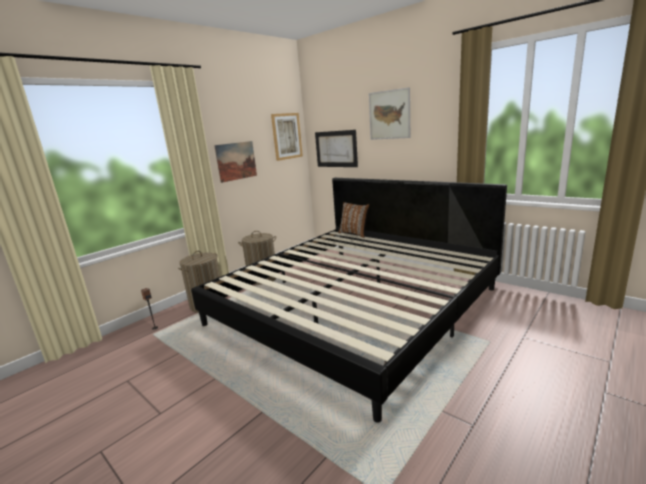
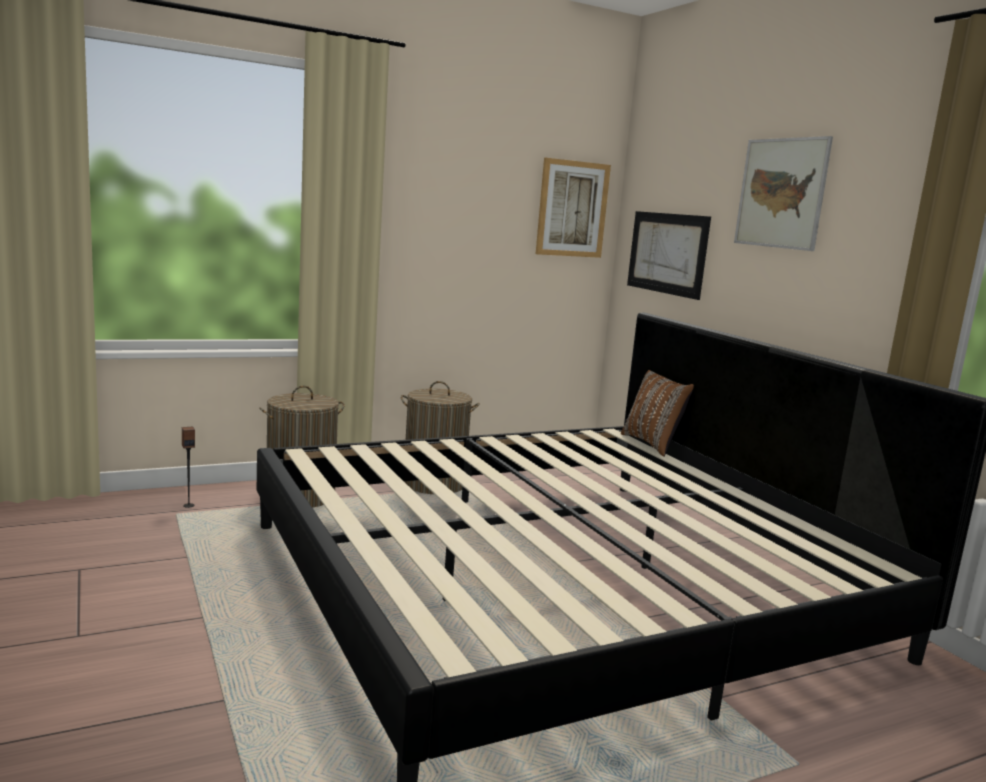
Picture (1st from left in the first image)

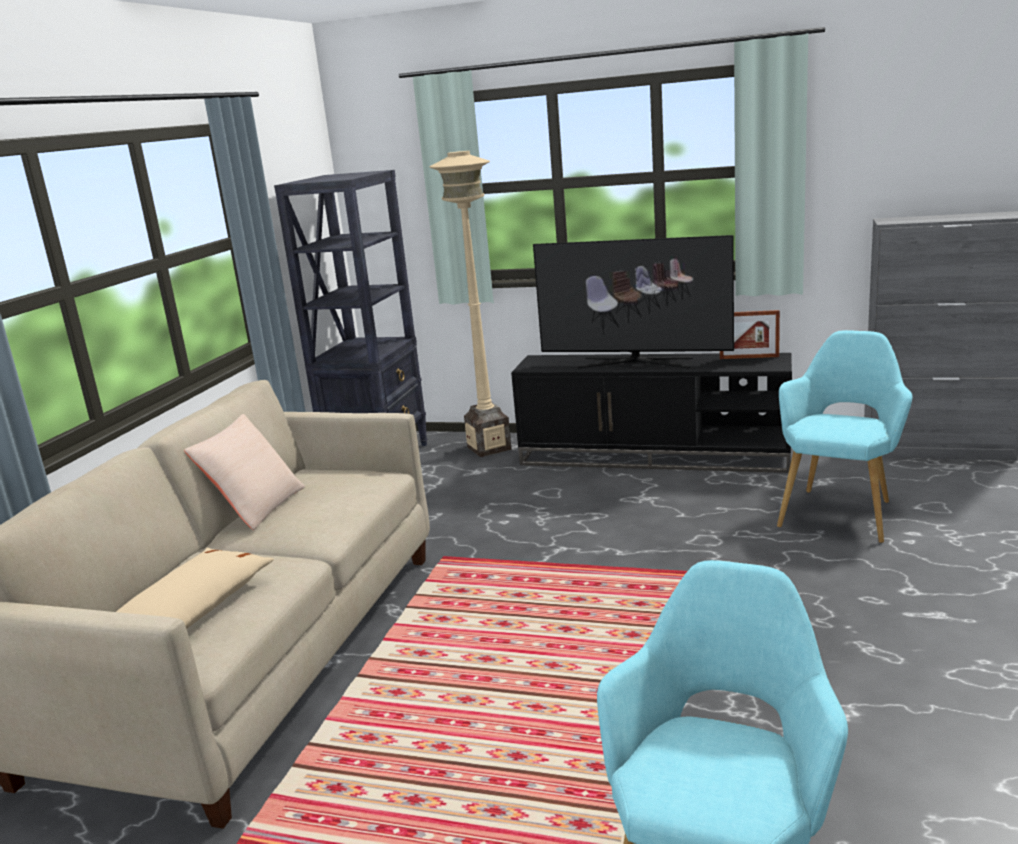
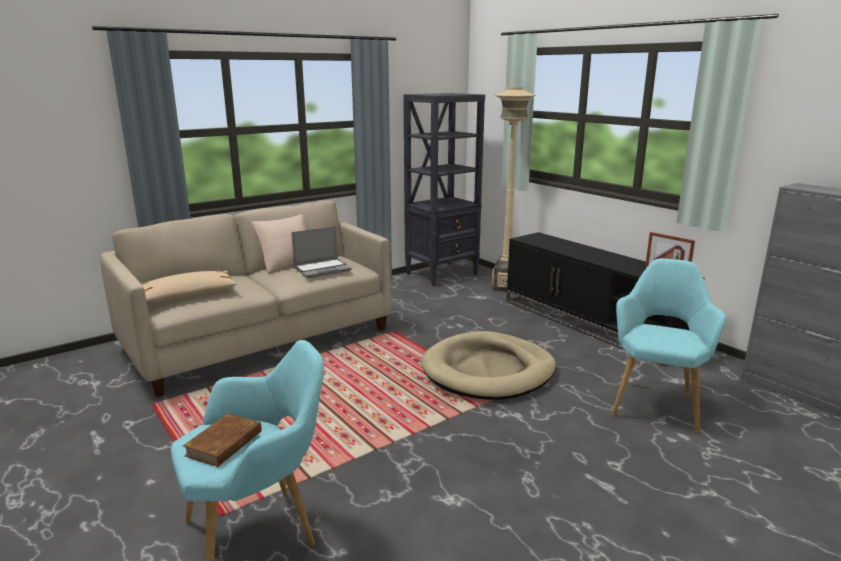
Television; TurquoiseArmchair (2nd from left); BrownBook; Laptop; BeigeDogBed

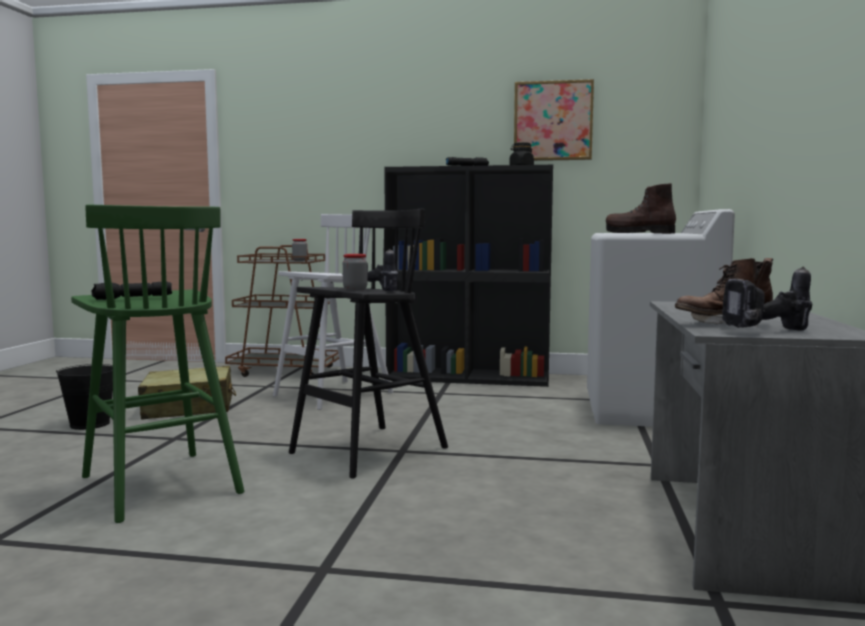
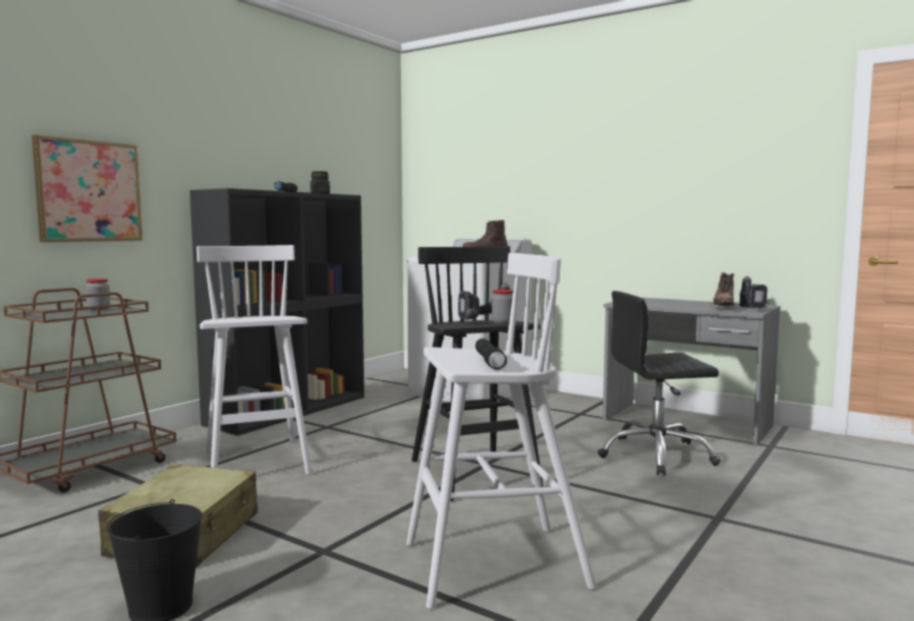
WhiteStool (2nd from left); Picture; BlackOfficeChair

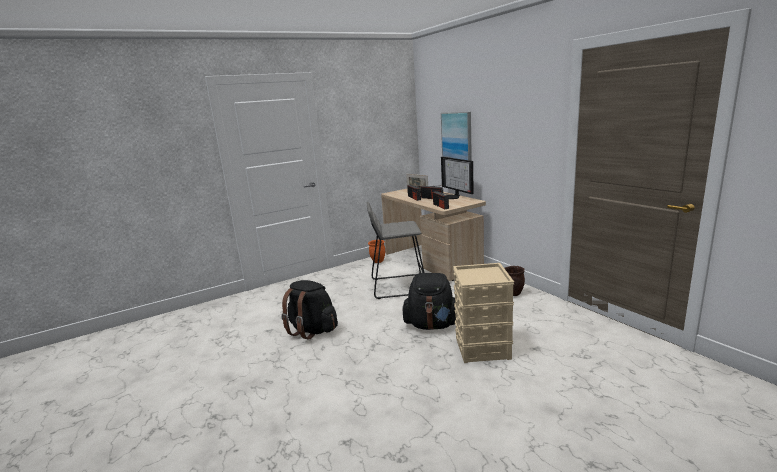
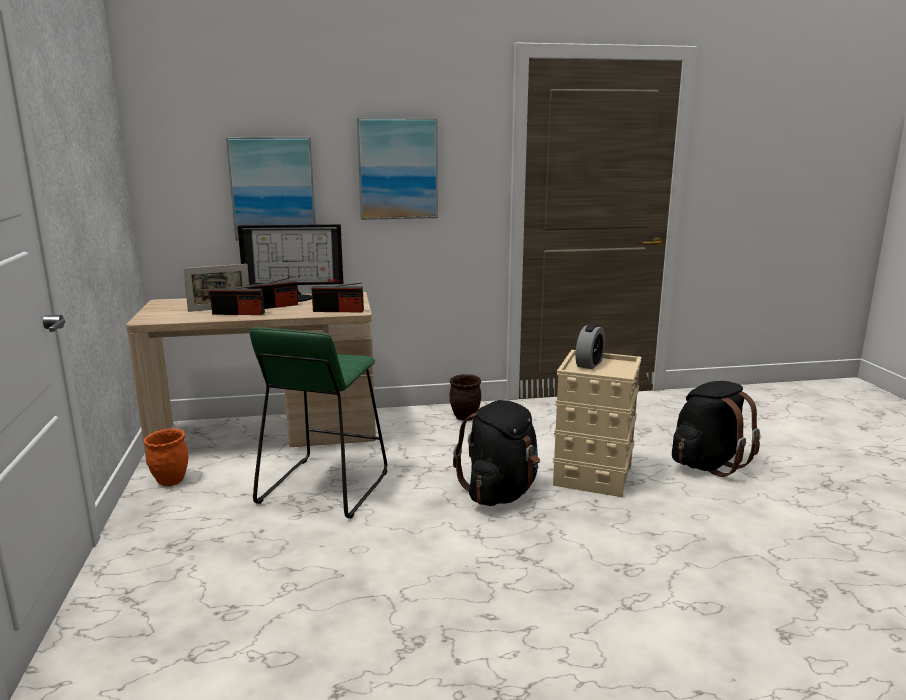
BlackBackpack (2nd from left); GreenStool; Picture (2nd from left); AlarmClock

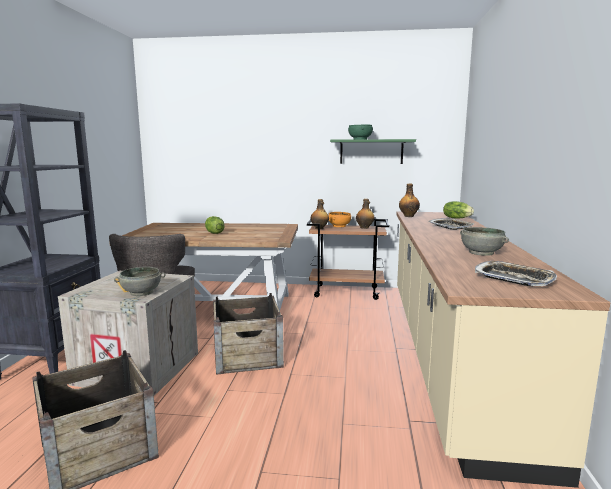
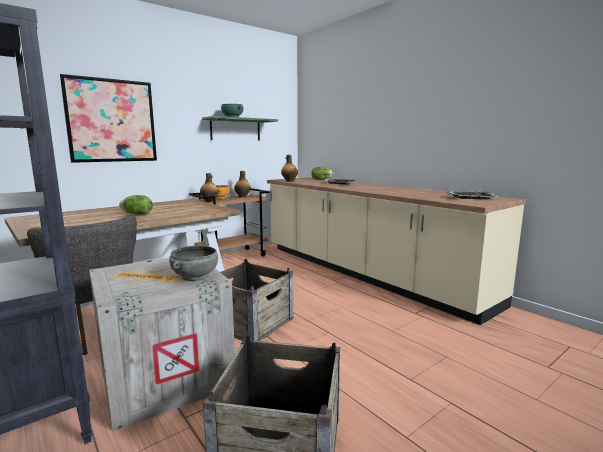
GreyBowl (2nd from left in the first image); Picture

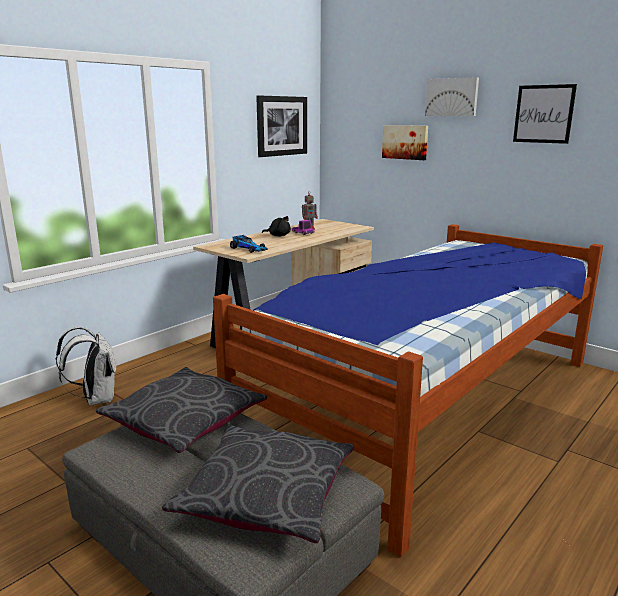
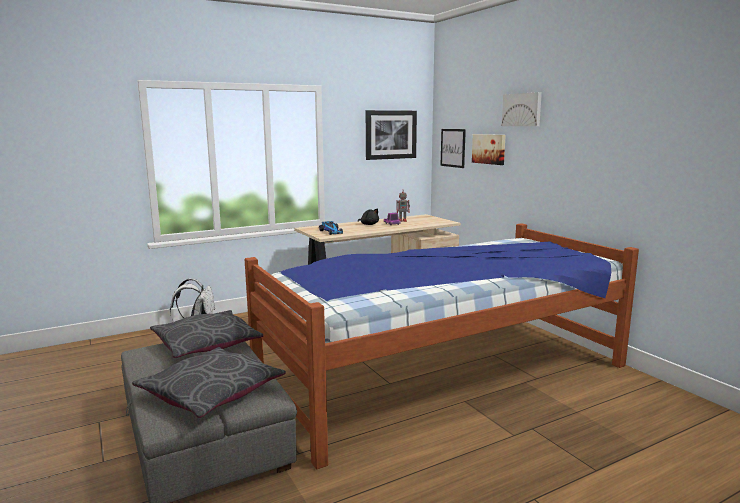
Picture (2nd from left)

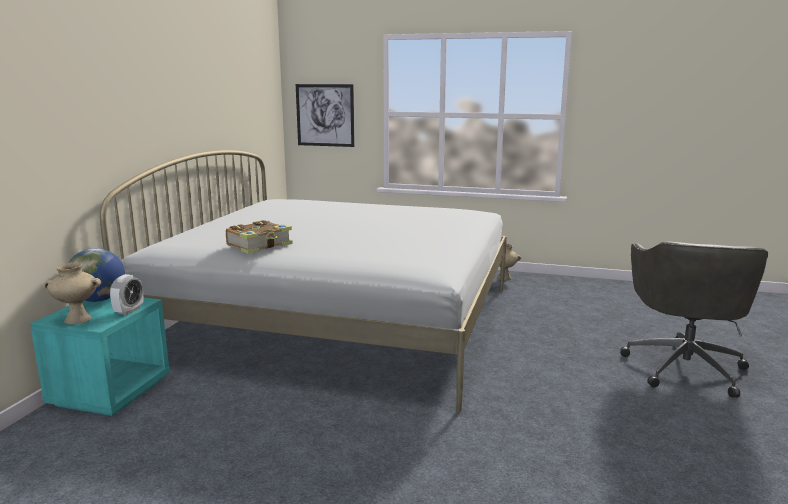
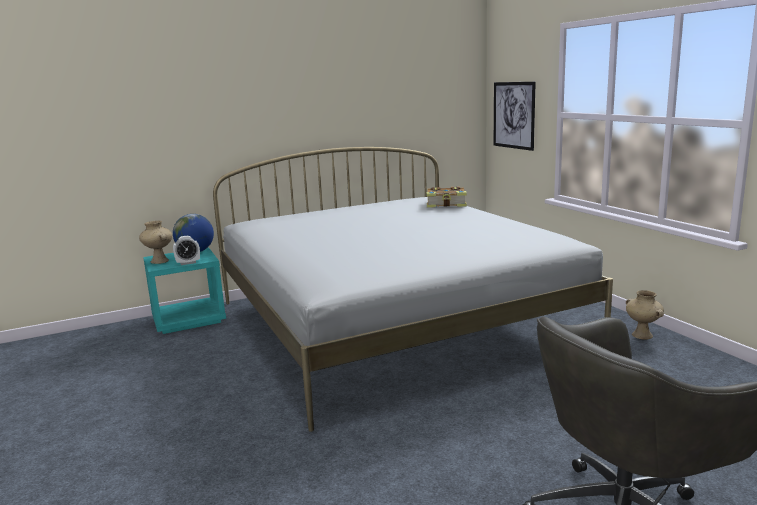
Book

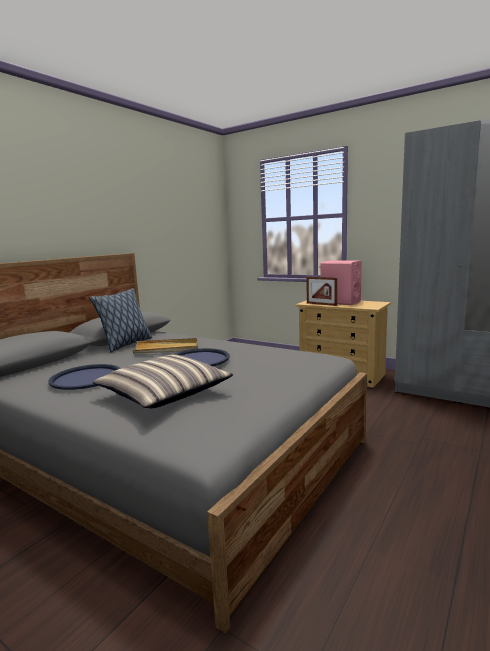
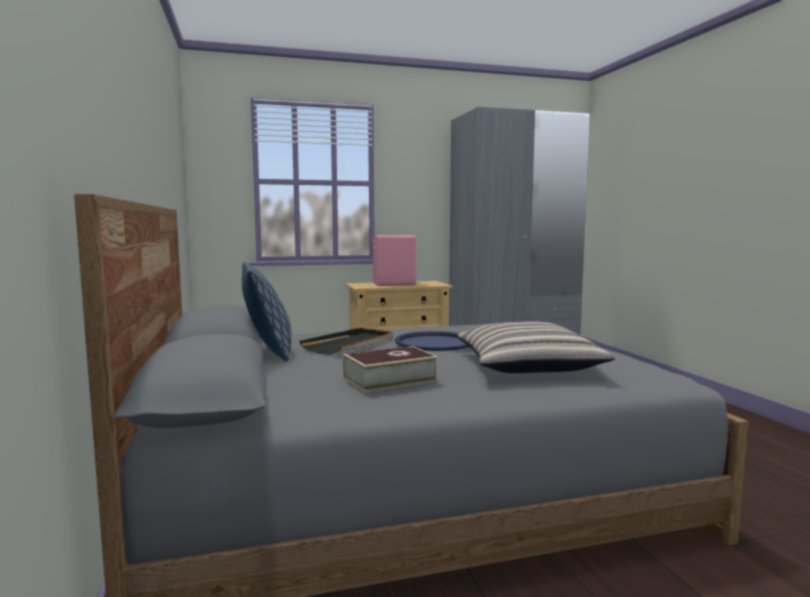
Book; BlackTray; PictureFrame

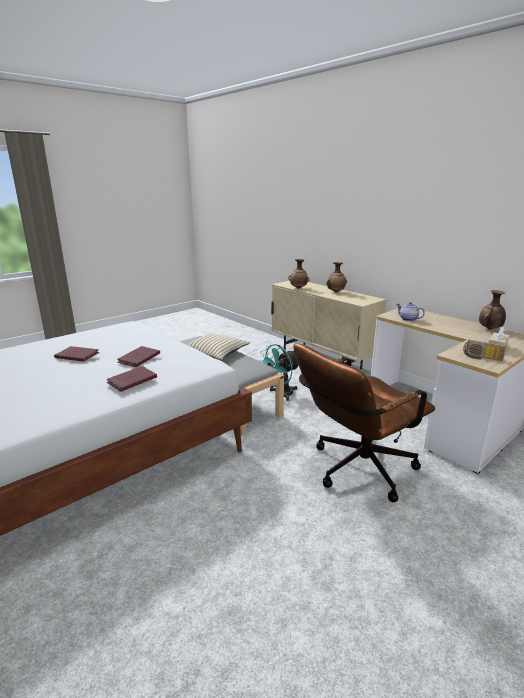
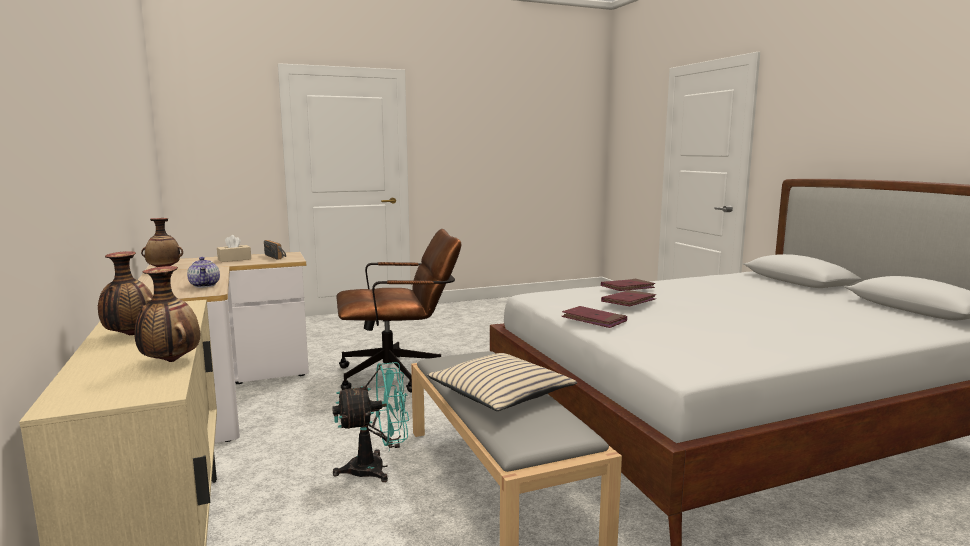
RedBook (1st from left)

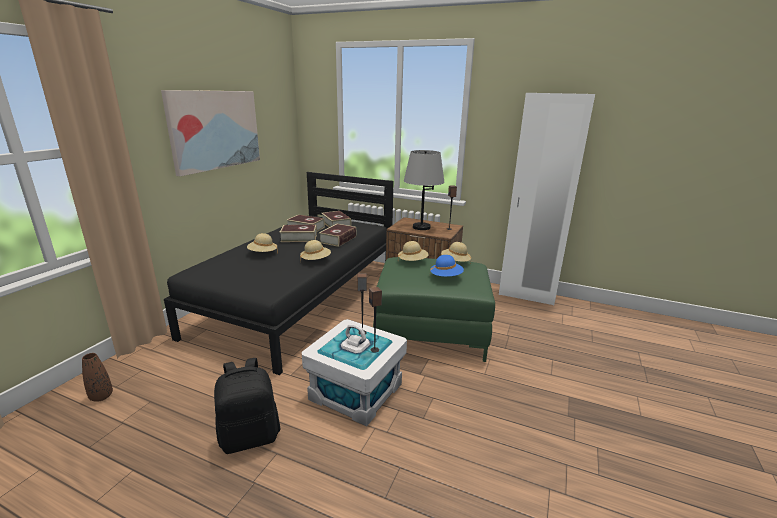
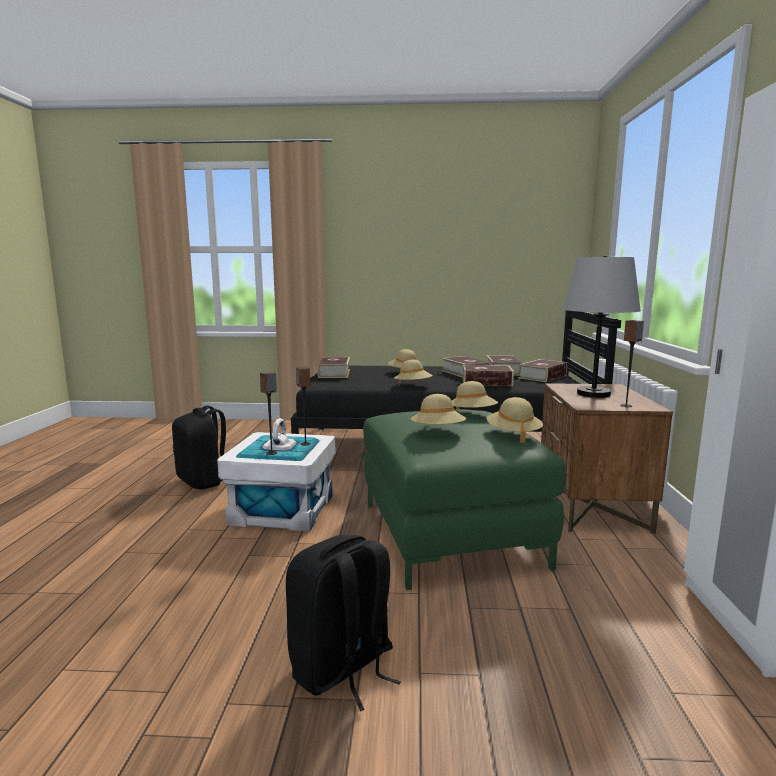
BrownVase; Picture; BeigeHat (3rd from left); BlackBackpack (2nd from left); Book (1st from left)

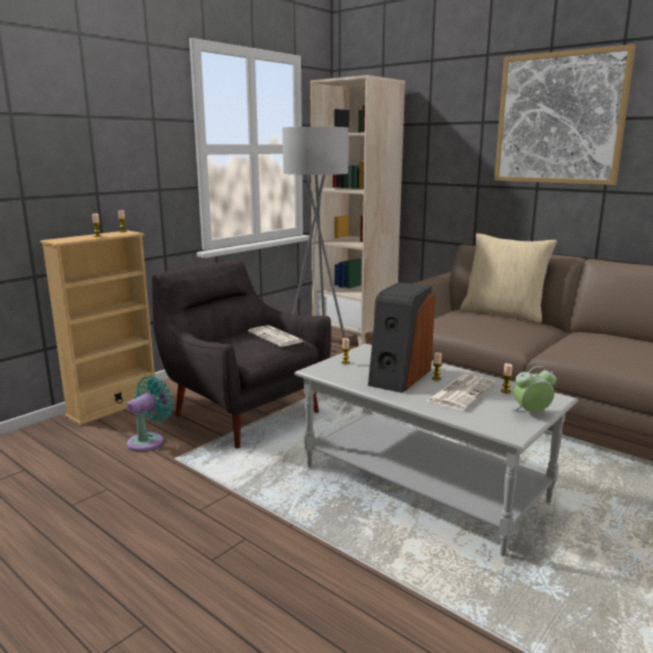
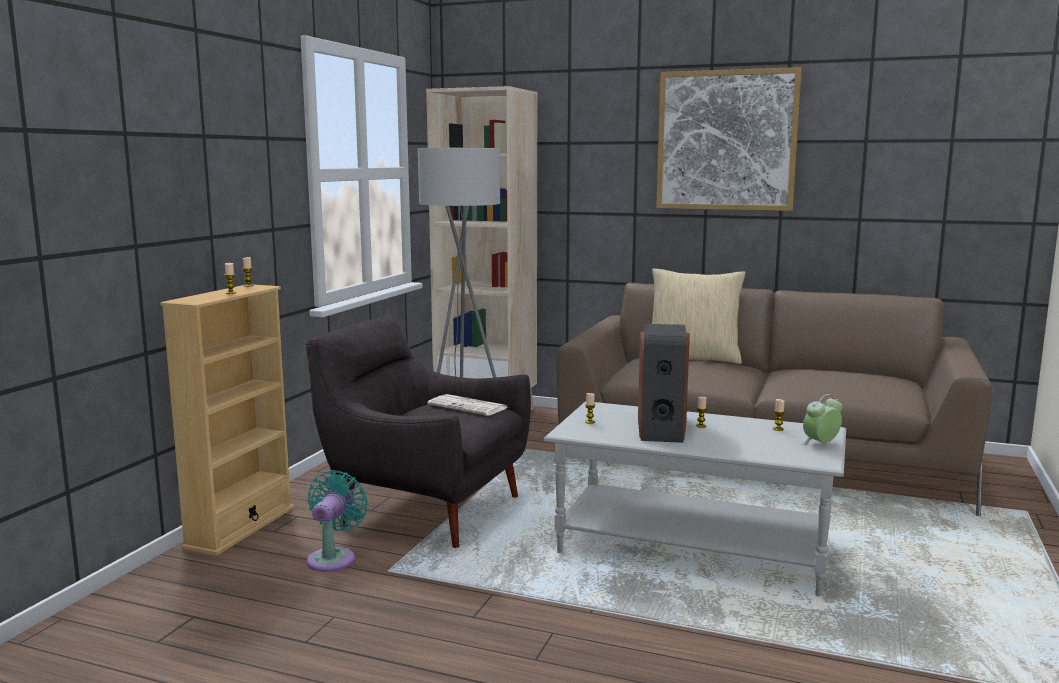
Newspaper (2nd from left in the first image)

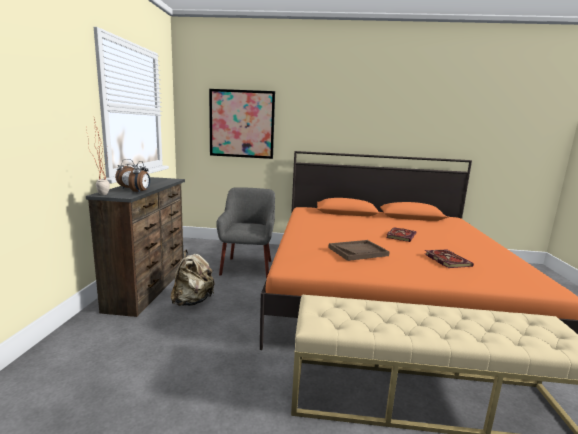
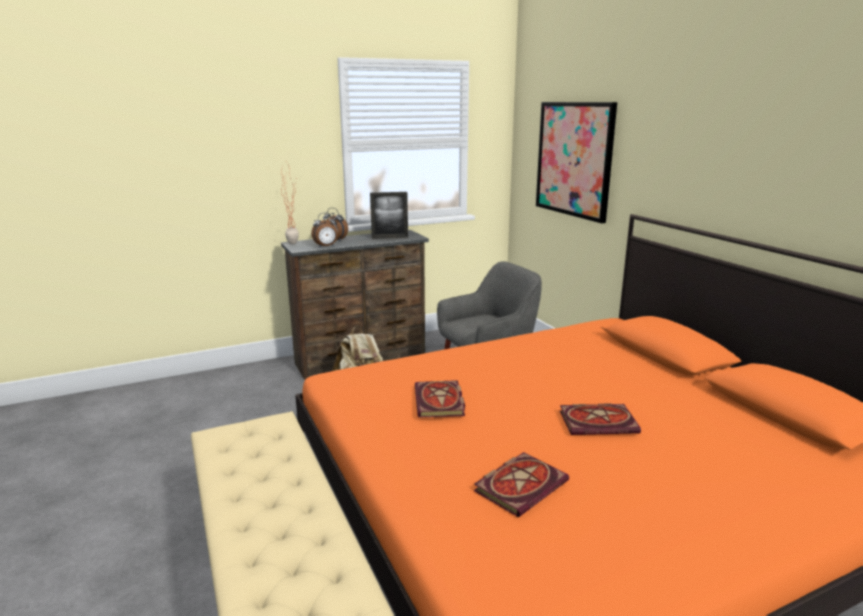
Book (1st from left); PictureFrame

